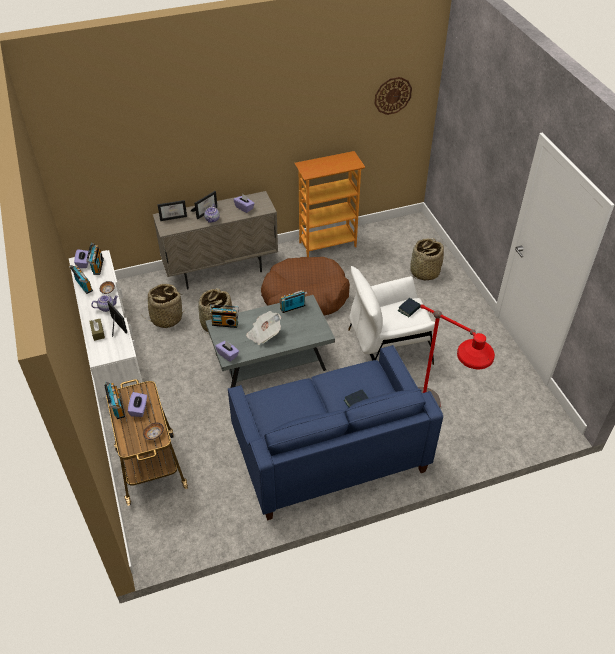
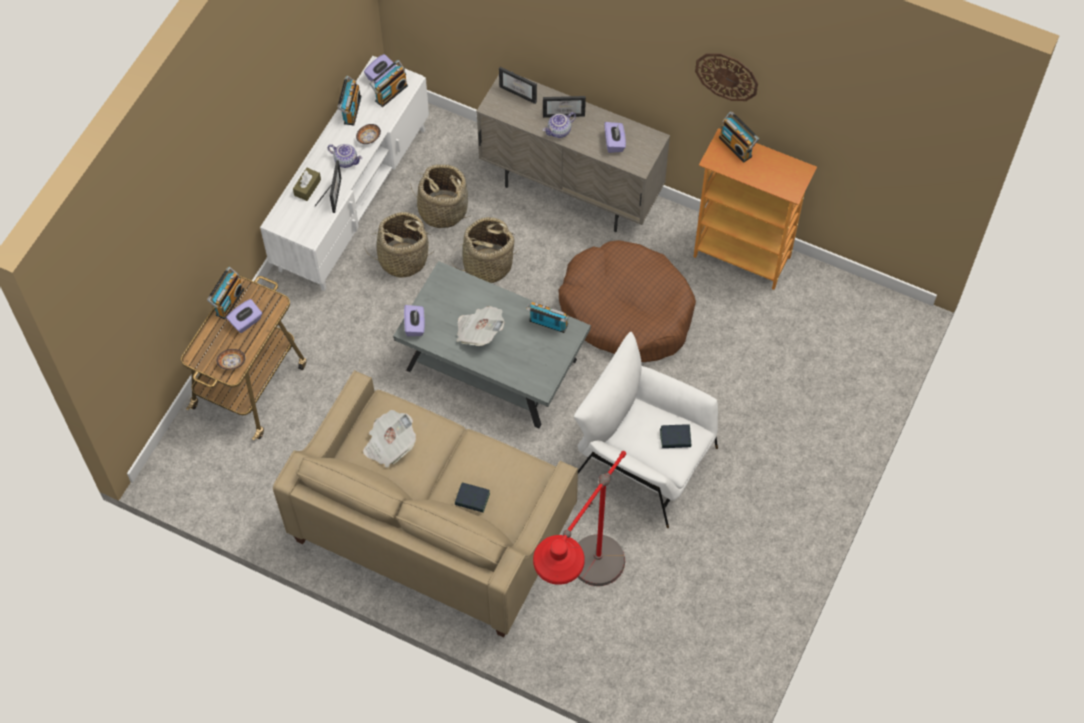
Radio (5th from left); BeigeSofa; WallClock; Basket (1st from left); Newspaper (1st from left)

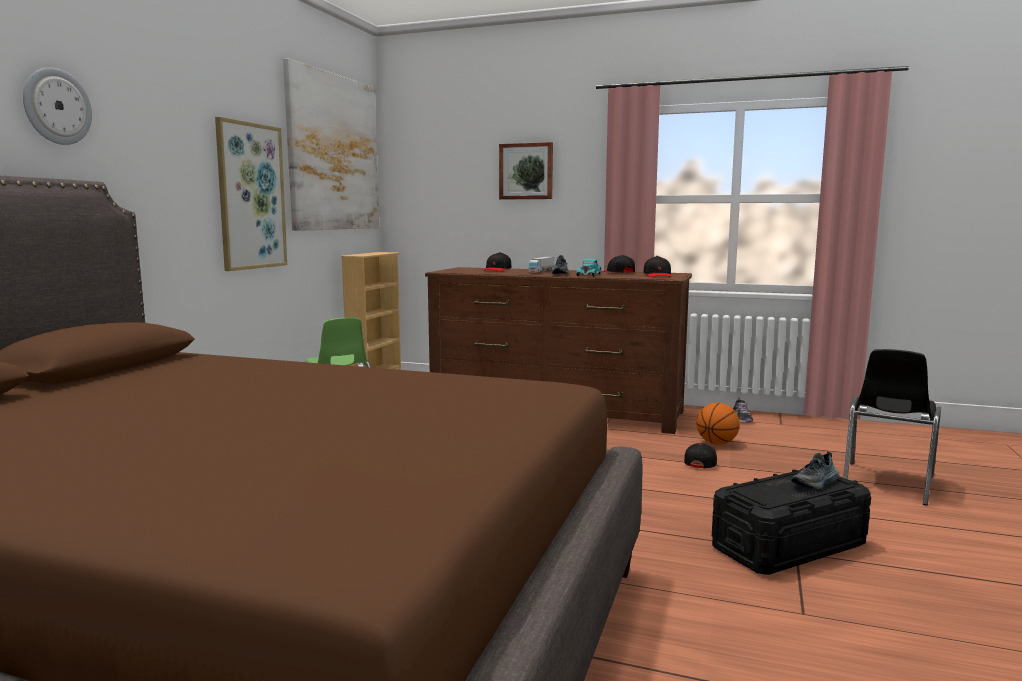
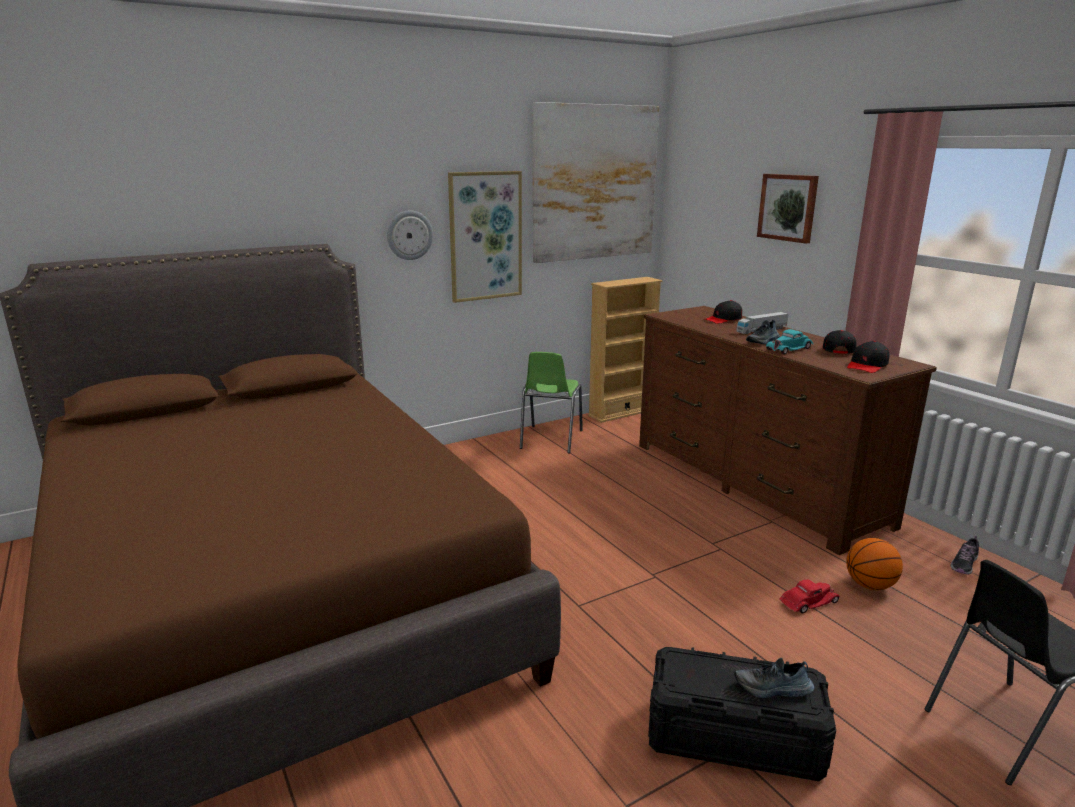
WallClock; RedToyCar

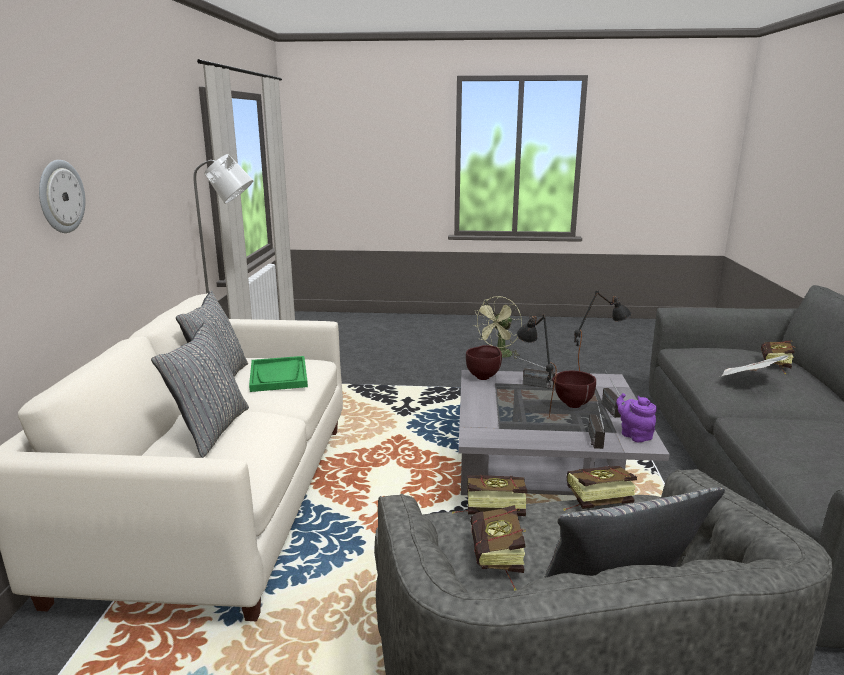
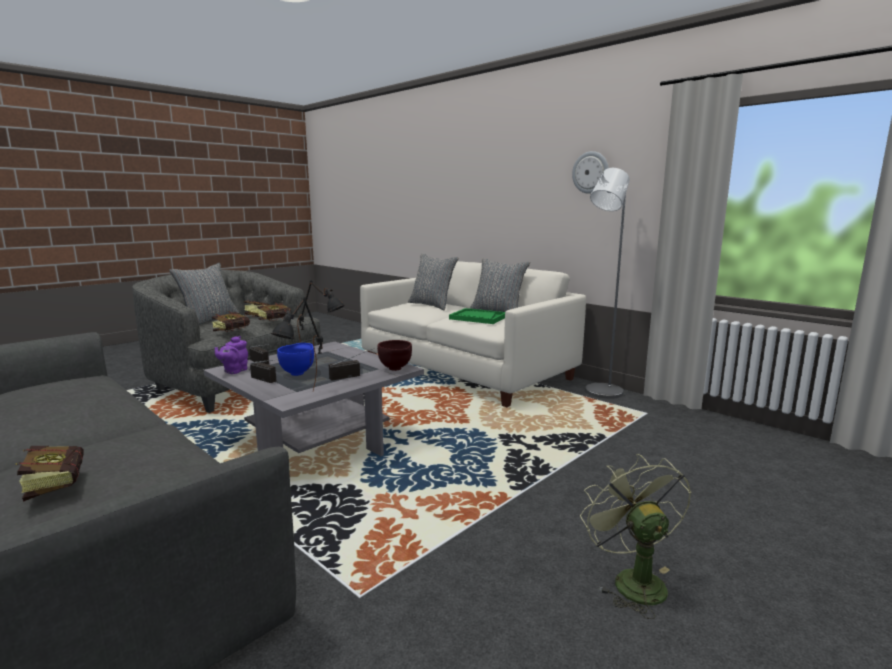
WallClock; BlueBowl; PurpleTeapot; Newspaper

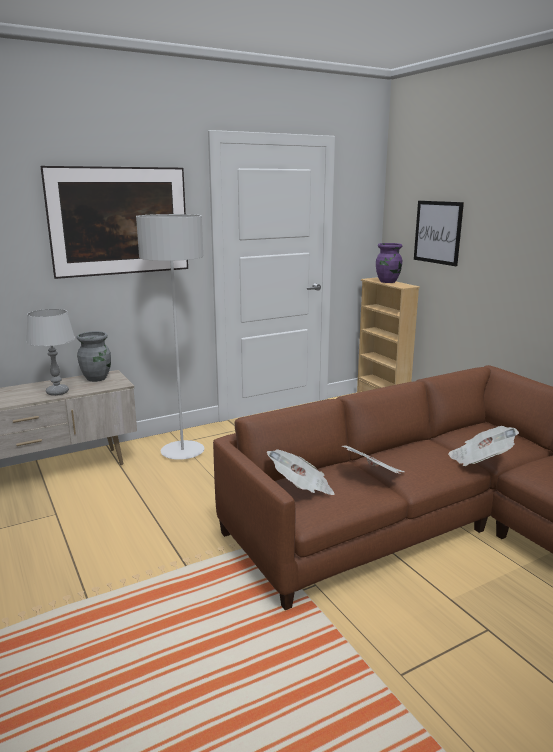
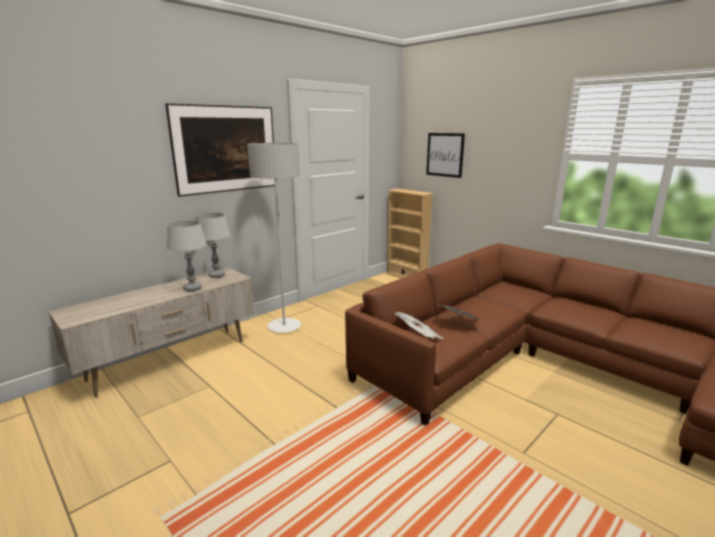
GreyTableLamp (2nd from left); PurpleVase; Newspaper (3rd from left in the first image)

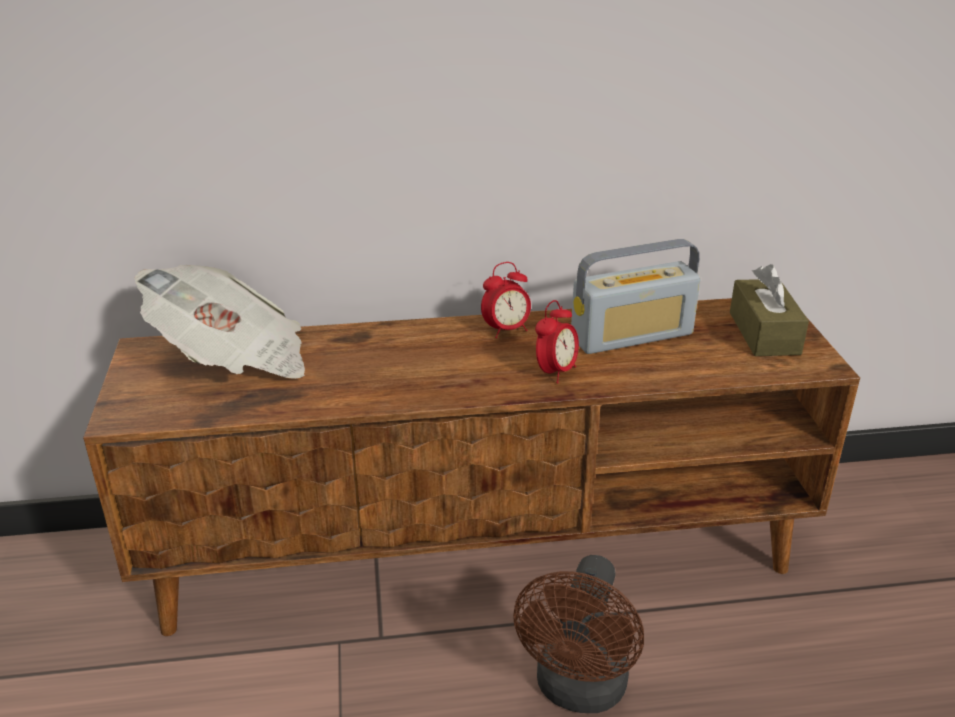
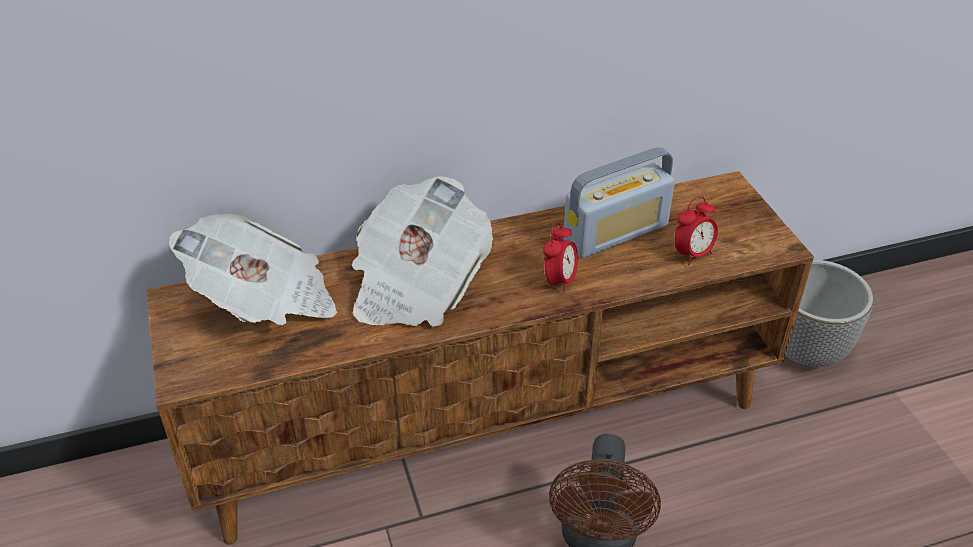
AlarmClock (2nd from left); BrownTissueBox; Newspaper (2nd from left); Planter

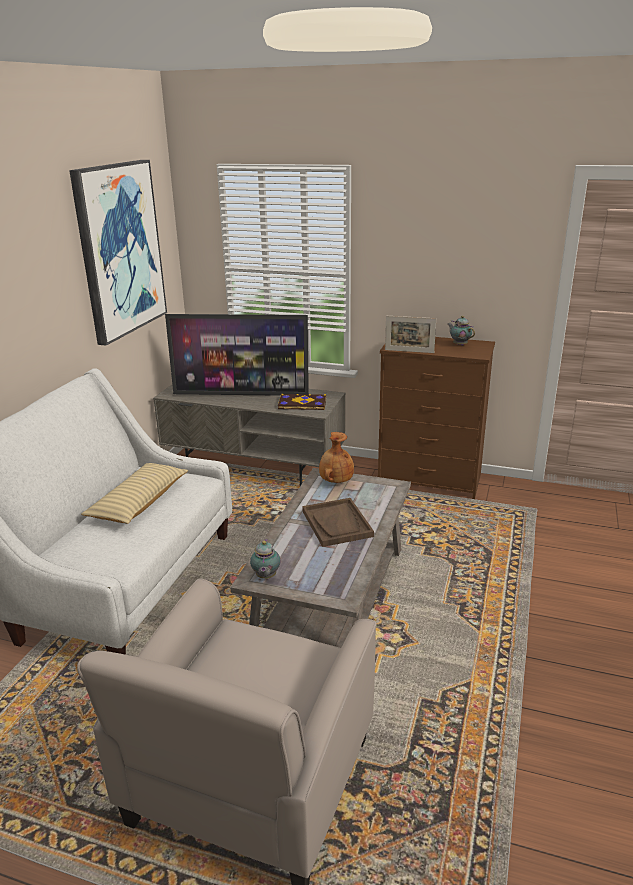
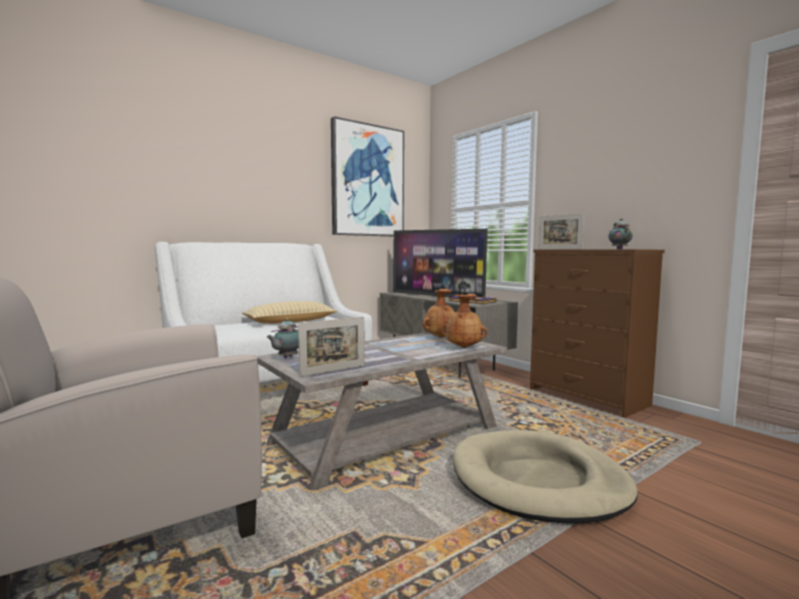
BrownTray; PictureFrame (1st from left); BrownVase (2nd from left); BeigeDogBed

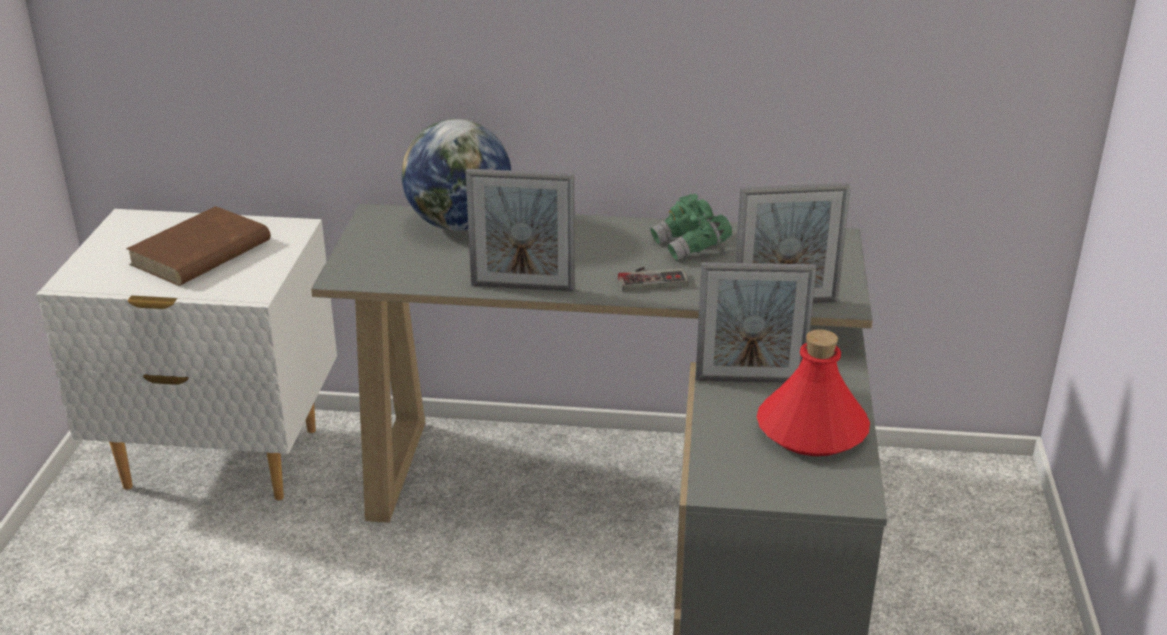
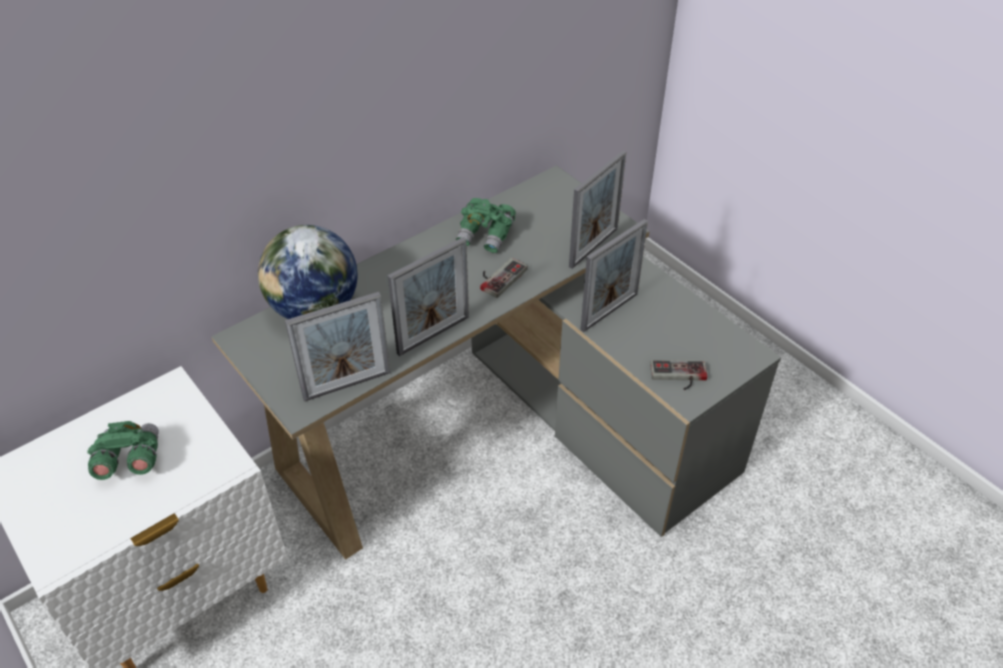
GreenBinoculars (1st from left); RedBottle; PictureFrame (1st from left); GameController (2nd from left)

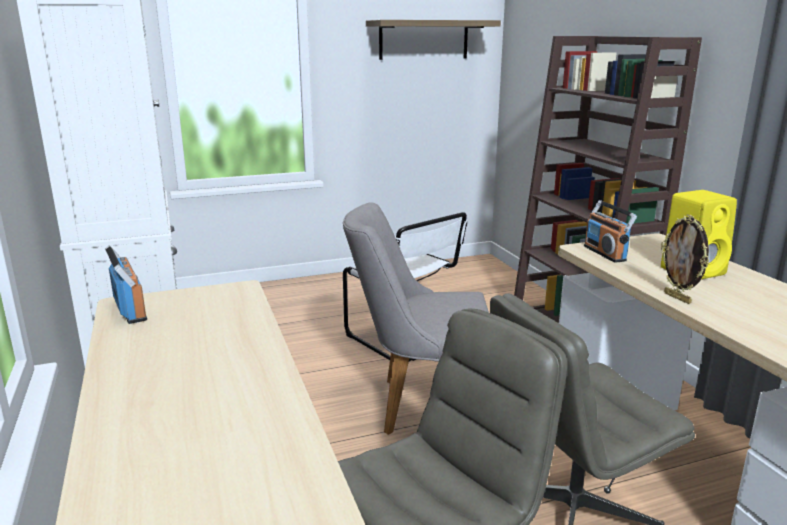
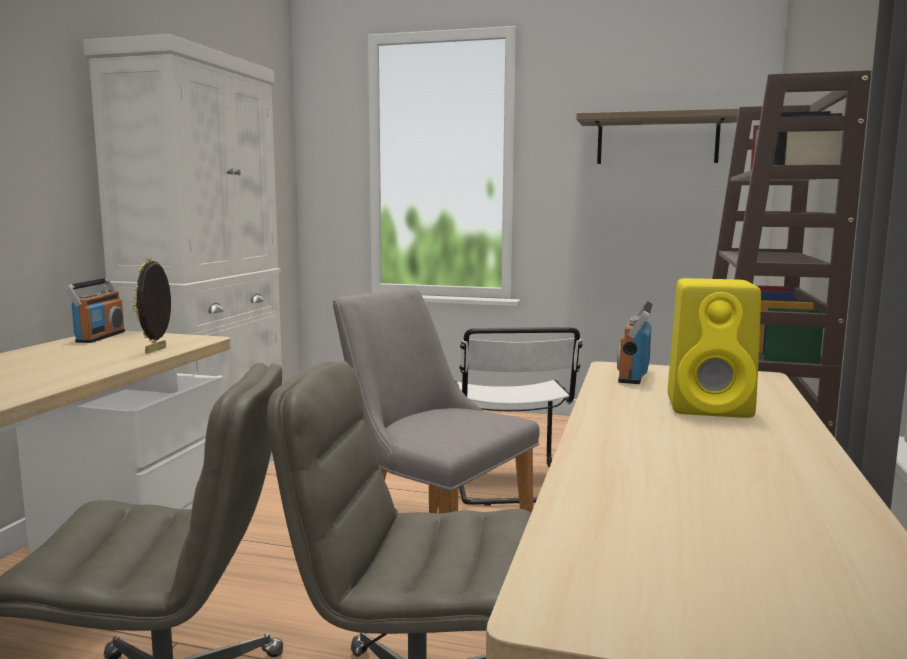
PictureFrame

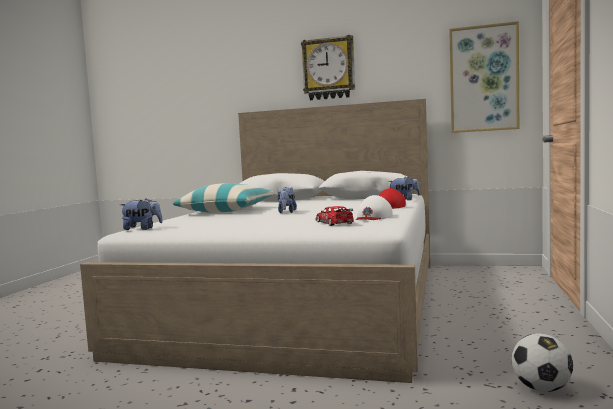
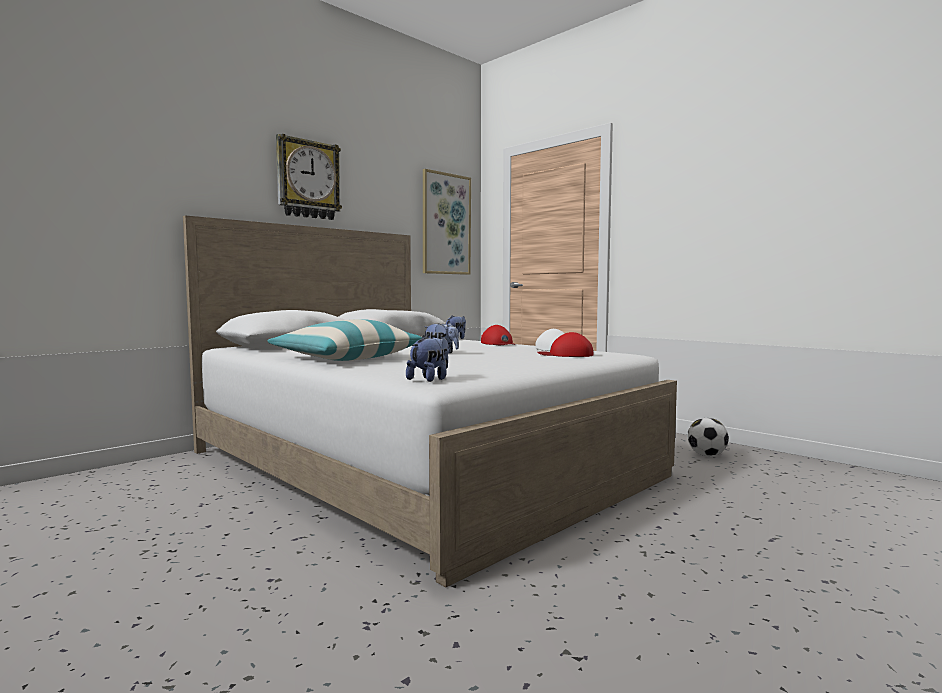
RedCap (2nd from left)

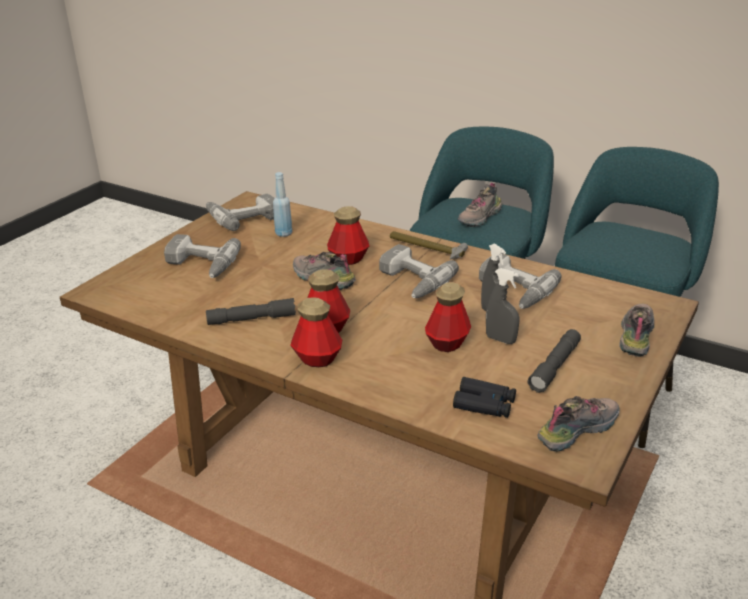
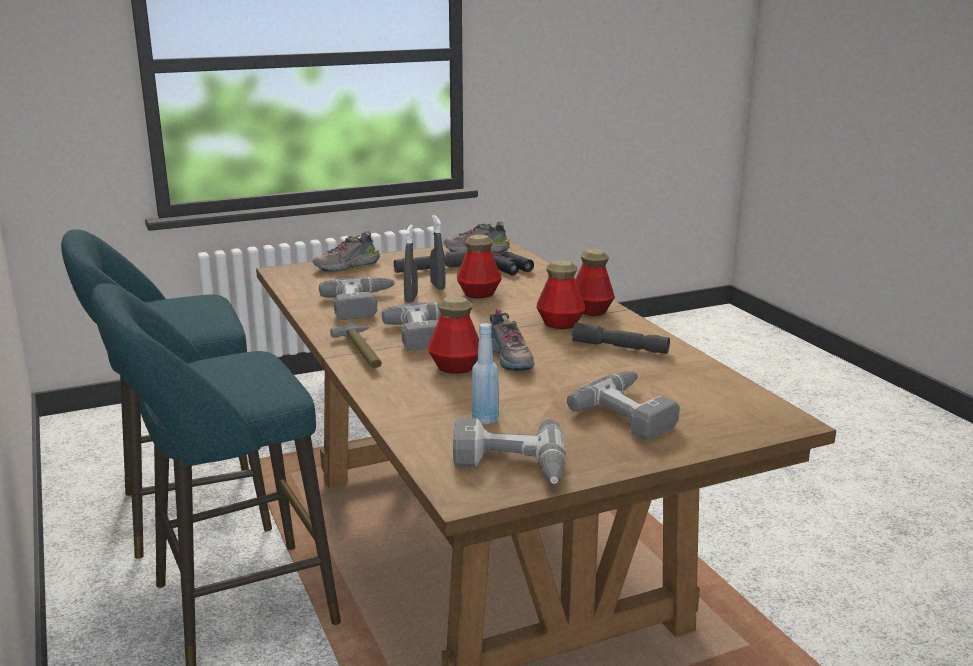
Shoe (2nd from left in the first image)

